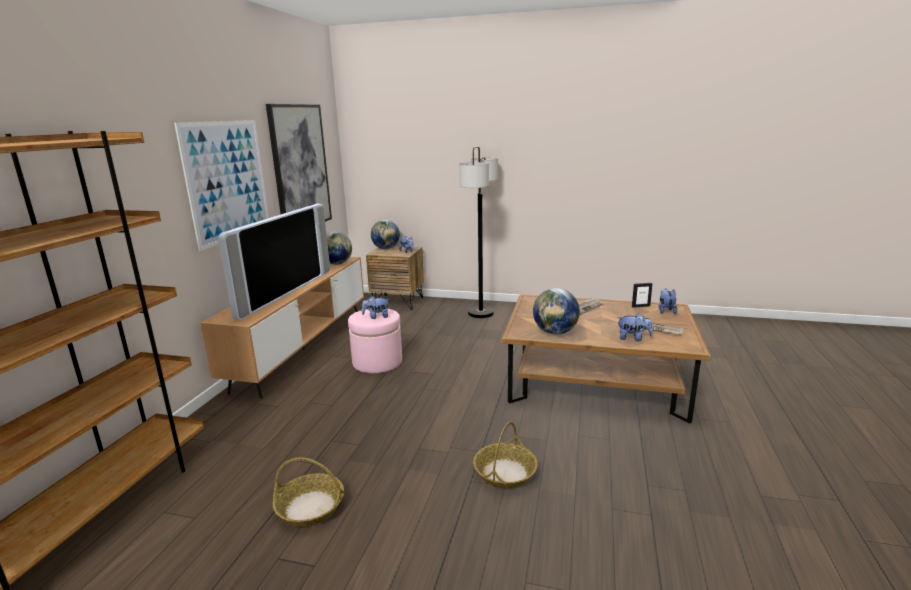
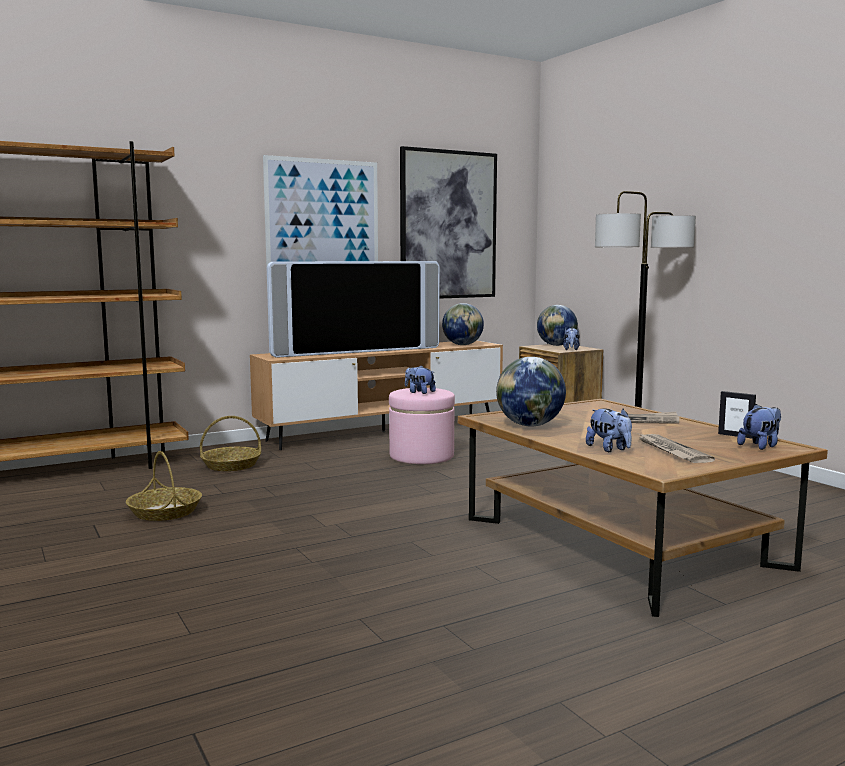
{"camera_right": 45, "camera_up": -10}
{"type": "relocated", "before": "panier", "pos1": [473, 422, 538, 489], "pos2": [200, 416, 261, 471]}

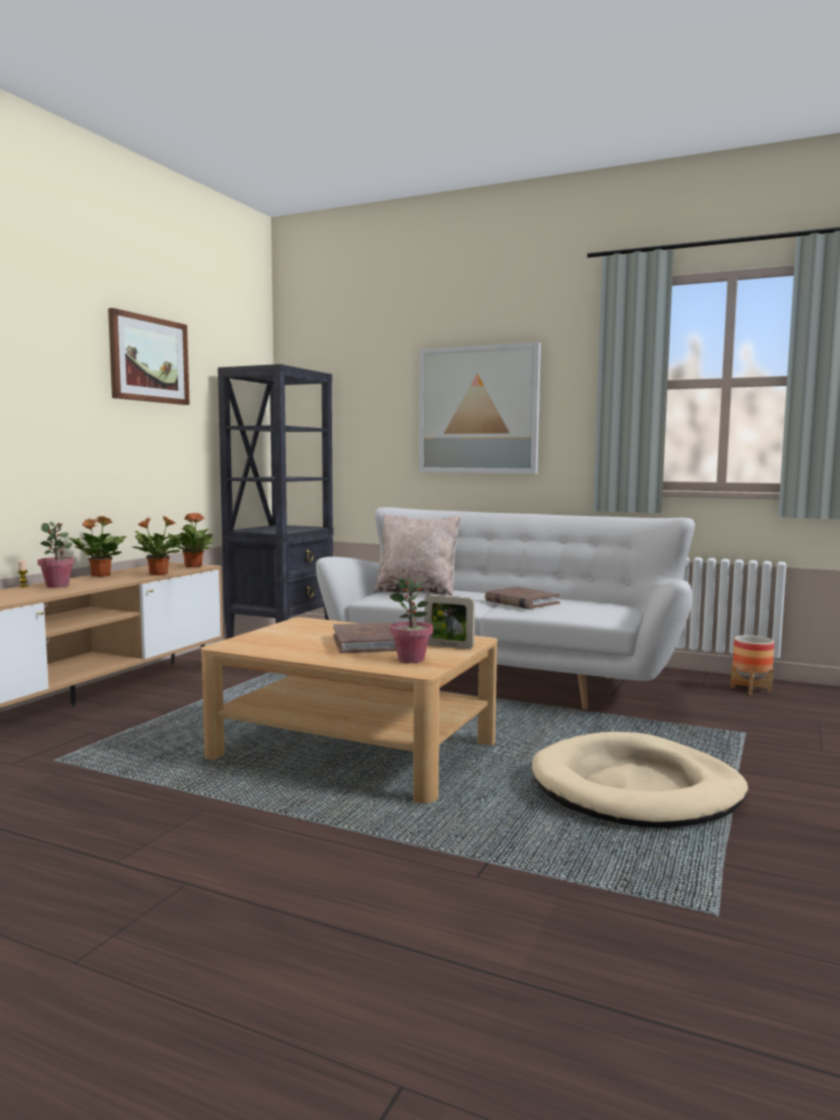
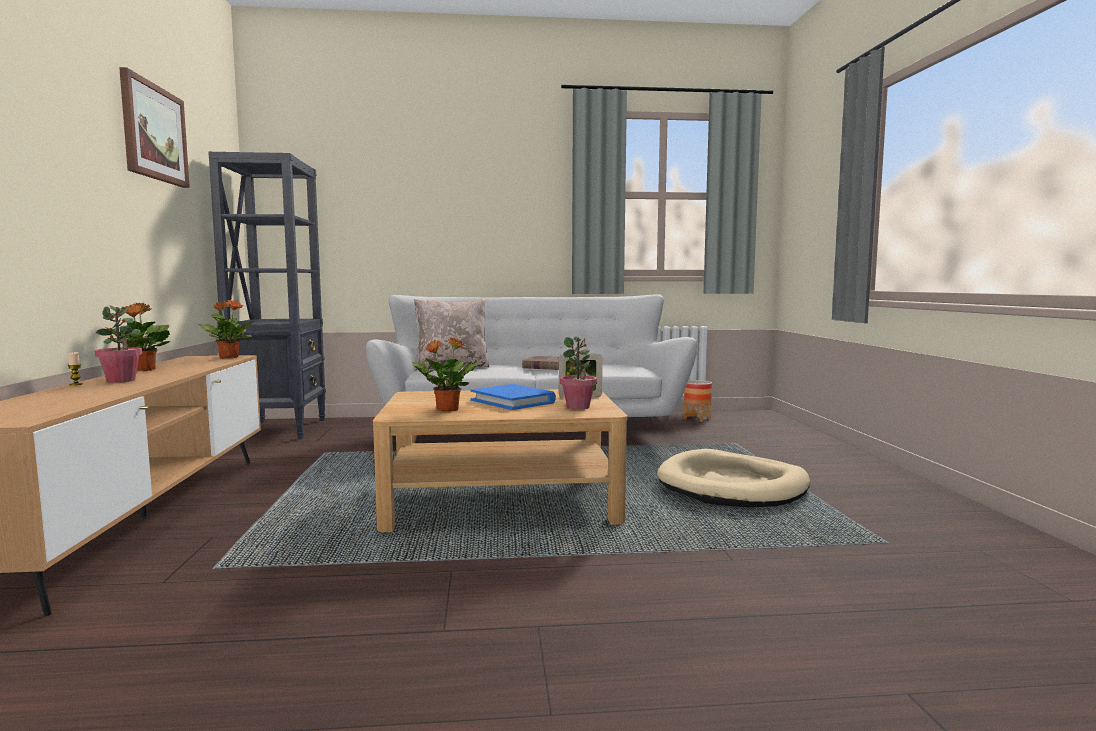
{"camera_right": -30, "camera_up": 0}
{"type": "missing", "before": "tableau", "pos1": [419, 342, 541, 474]}
{"type": "relocated", "before": "plante en pot", "pos1": [133, 516, 182, 575], "pos2": [412, 337, 480, 412]}
{"type": "colour", "before": "livre/marron", "after": "livre/bleu", "pos1": [333, 622, 397, 653], "pos2": [471, 384, 556, 410]}

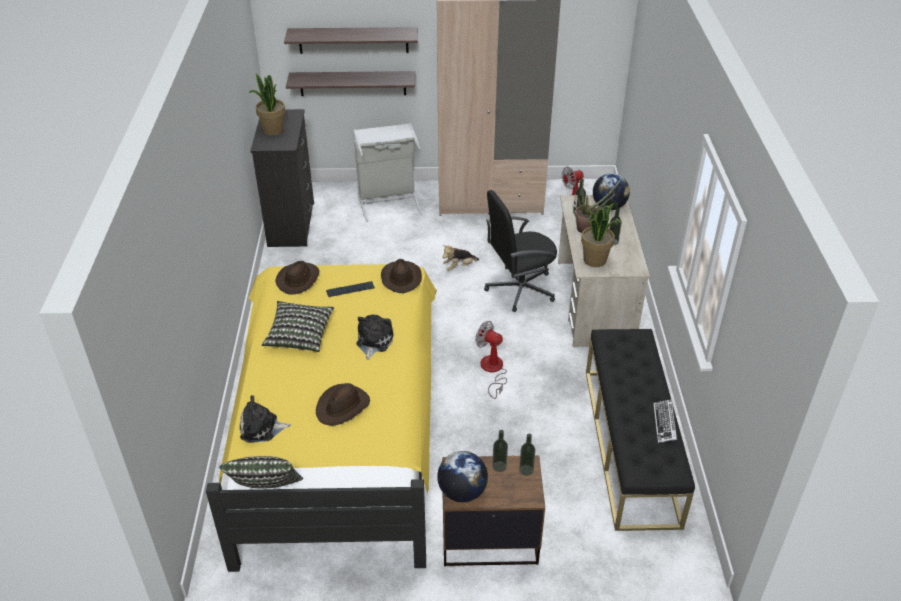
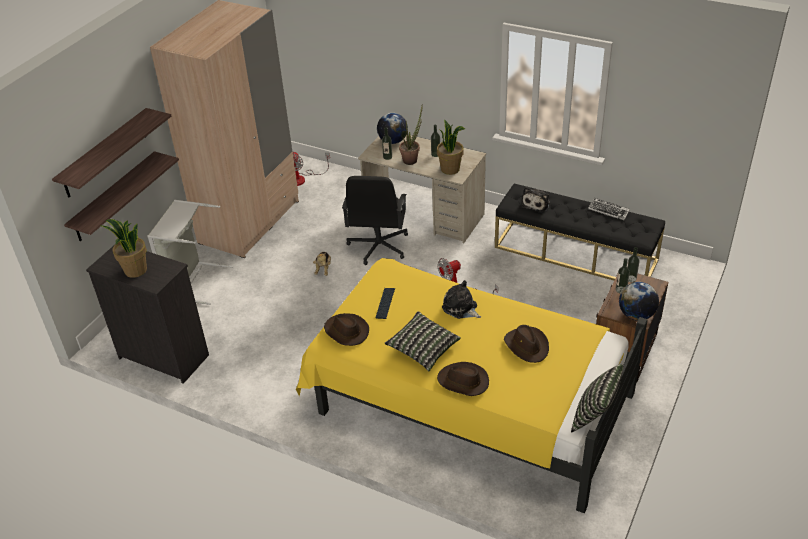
{"camera_right": -60, "camera_up": 0}
{"type": "relocated", "before": "chapeau/marron", "pos1": [381, 259, 422, 293], "pos2": [437, 362, 489, 396]}
{"type": "relocated", "before": "peluche", "pos1": [240, 395, 291, 443], "pos2": [521, 187, 550, 212]}

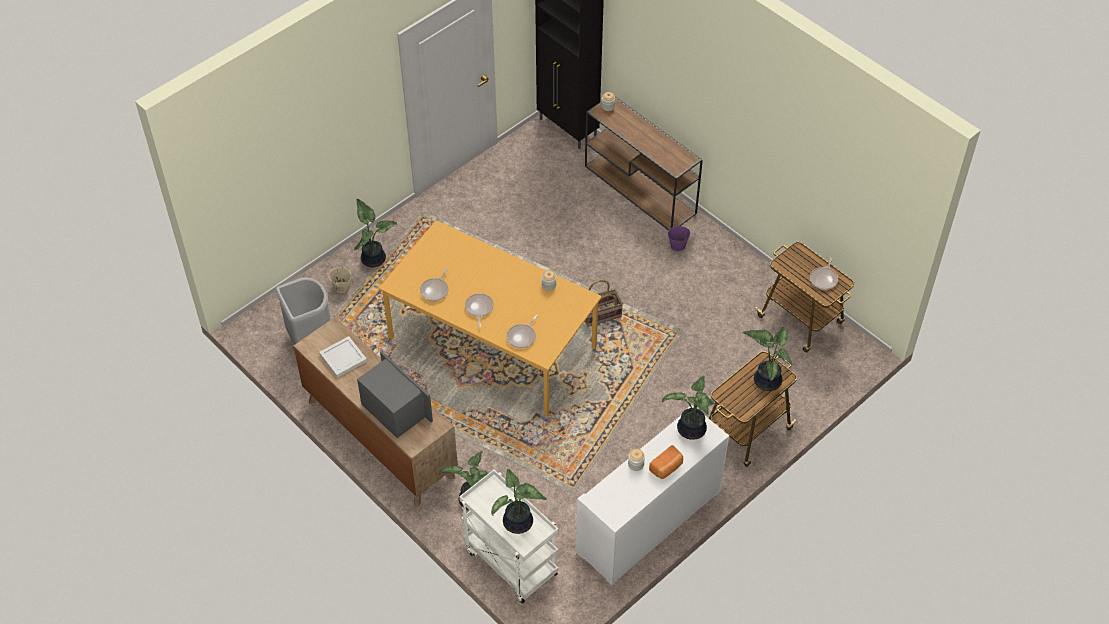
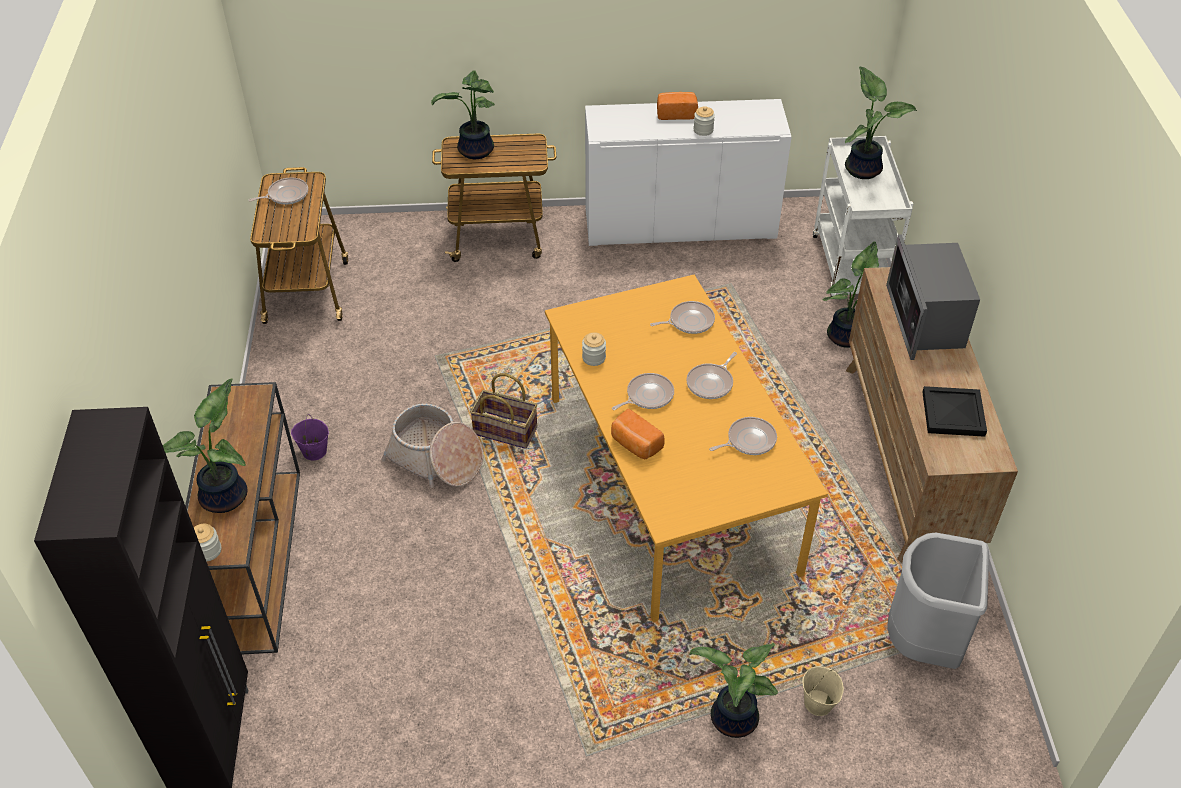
{"camera_right": -140, "camera_up": -5}
{"type": "colour", "before": "plateau/blanc", "after": "plateau/noir", "pos1": [319, 336, 367, 378], "pos2": [922, 386, 987, 437]}
{"type": "relocated", "before": "plante en pot", "pos1": [662, 375, 714, 440], "pos2": [163, 378, 248, 513]}
{"type": "appeared", "after": "poêle", "pos2": [612, 373, 674, 410]}
{"type": "appeared", "after": "panier", "pos2": [381, 403, 483, 488]}
{"type": "appeared", "after": "pain", "pos2": [611, 409, 664, 459]}

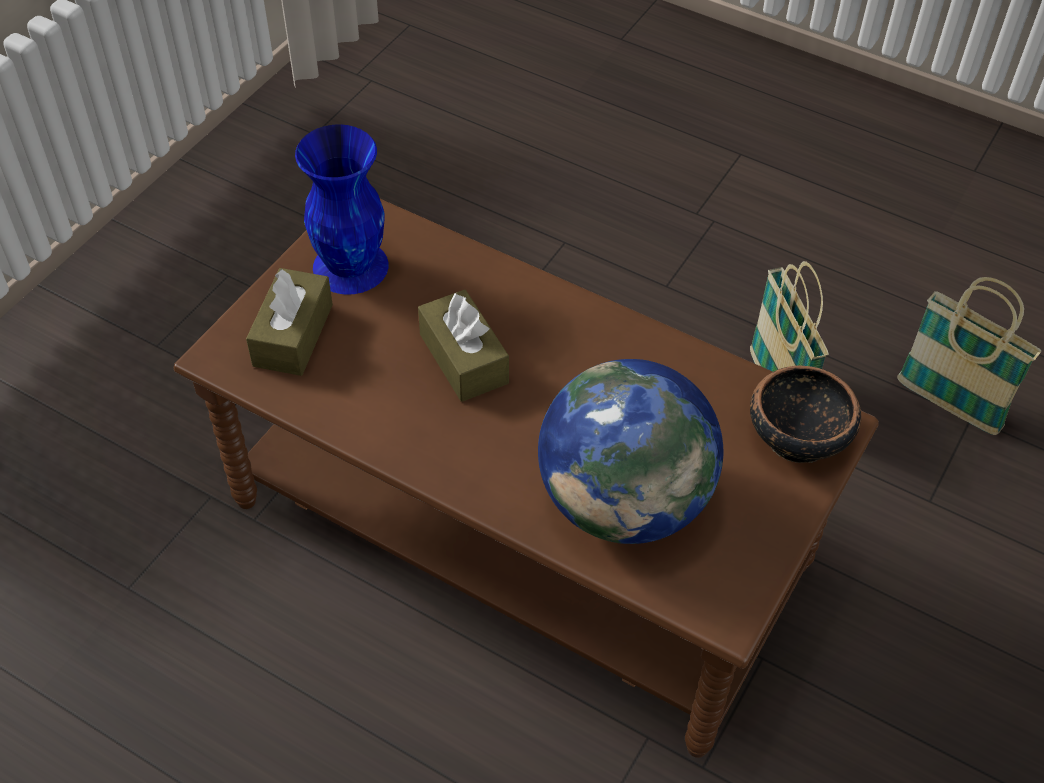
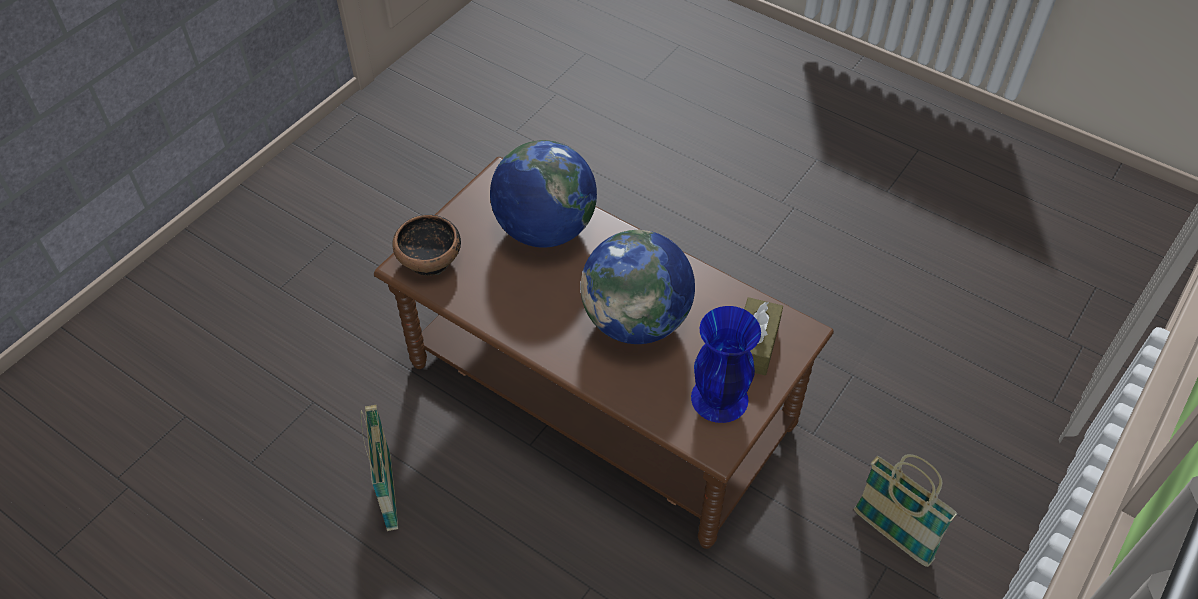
{"camera_right": -175, "camera_up": 0}
{"type": "relocated", "before": "panier", "pos1": [897, 277, 1041, 435], "pos2": [854, 454, 957, 567]}
{"type": "exchanged", "before": "boîte à mouchoirs/marron", "after": "globe", "pos1": [418, 290, 509, 402], "pos2": [580, 230, 695, 344]}

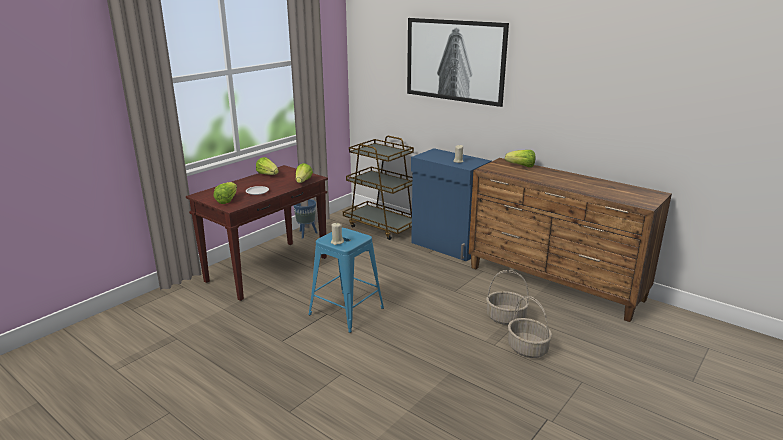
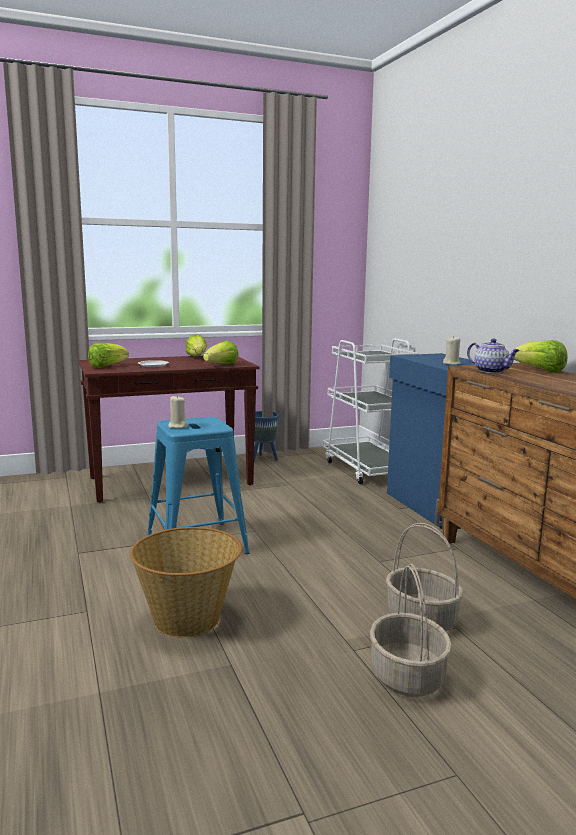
{"camera_right": 30, "camera_up": -10}
{"type": "missing", "before": "tableau", "pos1": [407, 18, 509, 107]}
{"type": "colour", "before": "chariot/marron", "after": "chariot/blanc", "pos1": [343, 136, 414, 240], "pos2": [322, 338, 419, 484]}
{"type": "appeared", "after": "théière", "pos2": [467, 338, 520, 373]}
{"type": "appeared", "after": "panier", "pos2": [130, 527, 242, 638]}

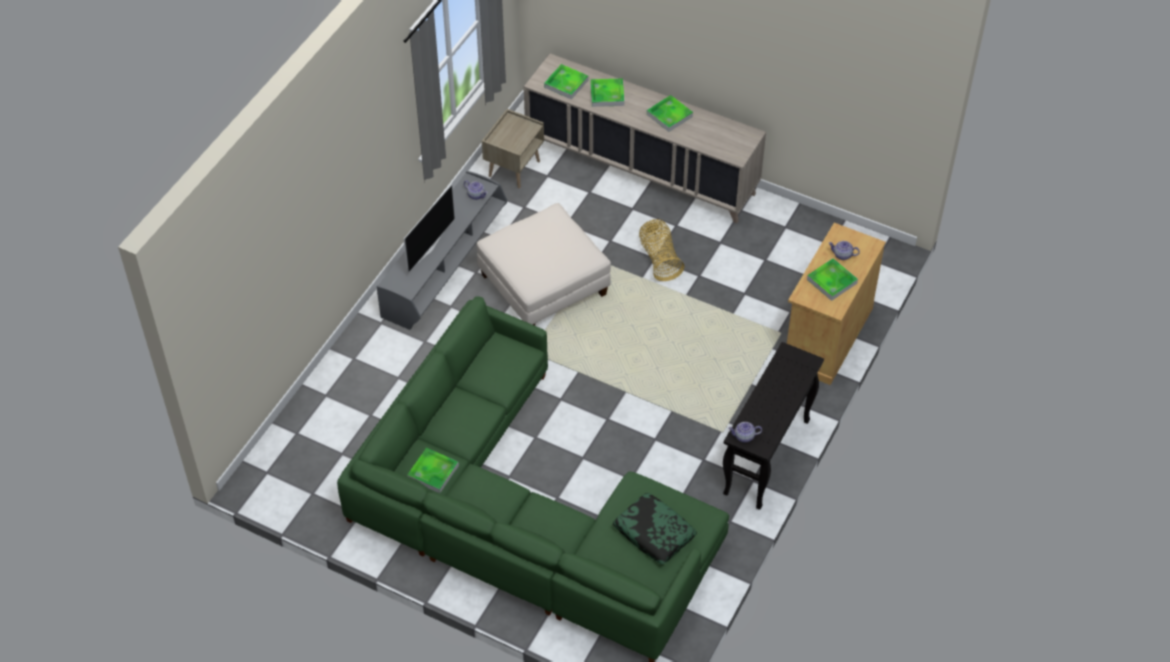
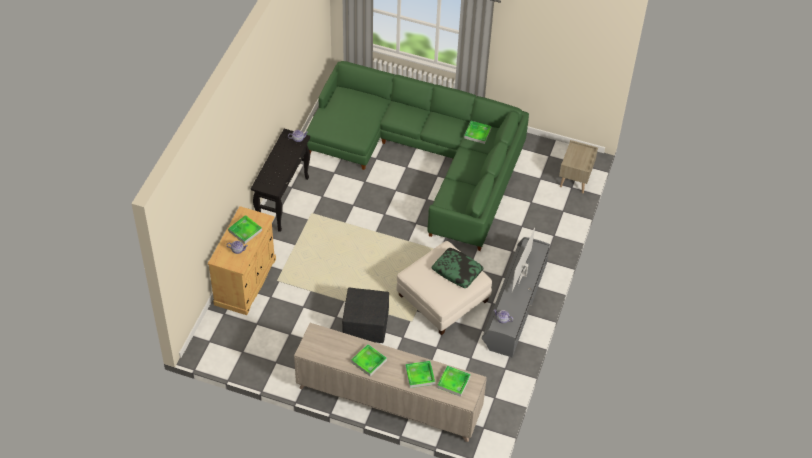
{"camera_right": 170, "camera_up": 0}
{"type": "relocated", "before": "table de chevet/beige", "pos1": [482, 109, 544, 188], "pos2": [559, 140, 598, 193]}
{"type": "exchanged", "before": "panier", "after": "pouf/noir", "pos1": [639, 219, 684, 281], "pos2": [342, 287, 389, 343]}
{"type": "relocated", "before": "coussin", "pos1": [613, 493, 697, 564], "pos2": [432, 248, 484, 288]}

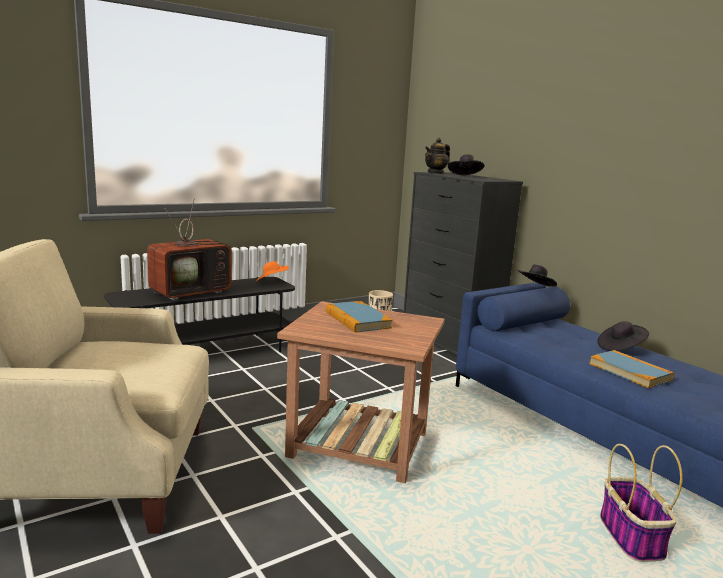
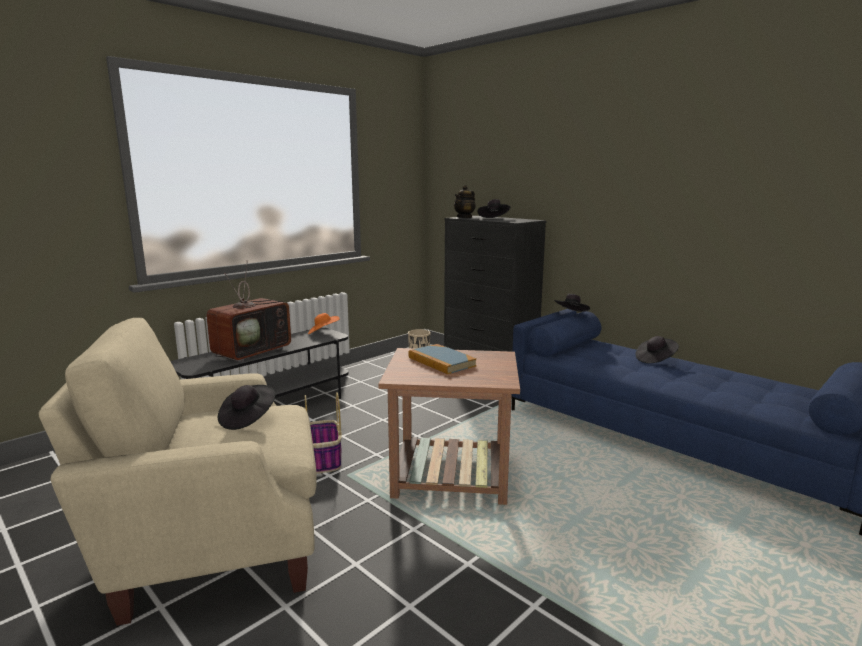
{"camera_right": -10, "camera_up": 0}
{"type": "missing", "before": "livre", "pos1": [589, 350, 674, 388]}
{"type": "relocated", "before": "panier", "pos1": [600, 444, 683, 562], "pos2": [305, 392, 342, 474]}
{"type": "appeared", "after": "chapeau/noir", "pos2": [218, 385, 275, 430]}

